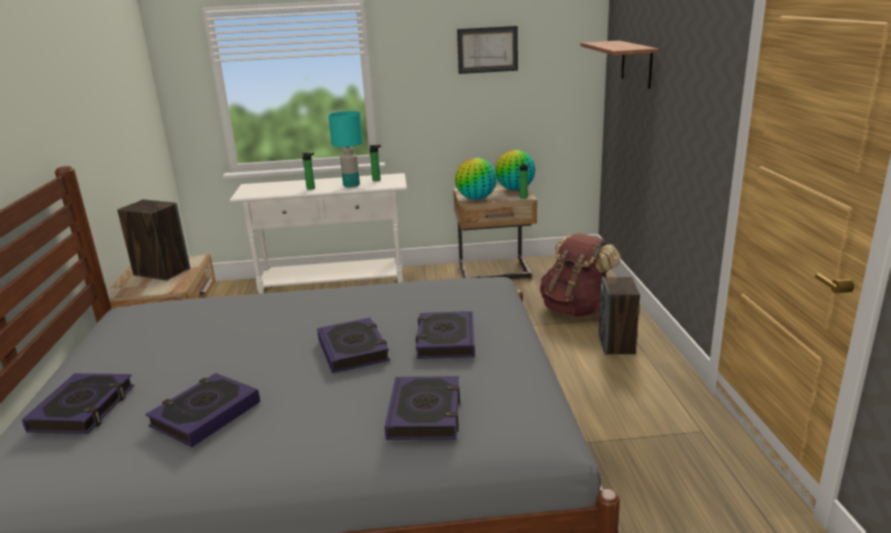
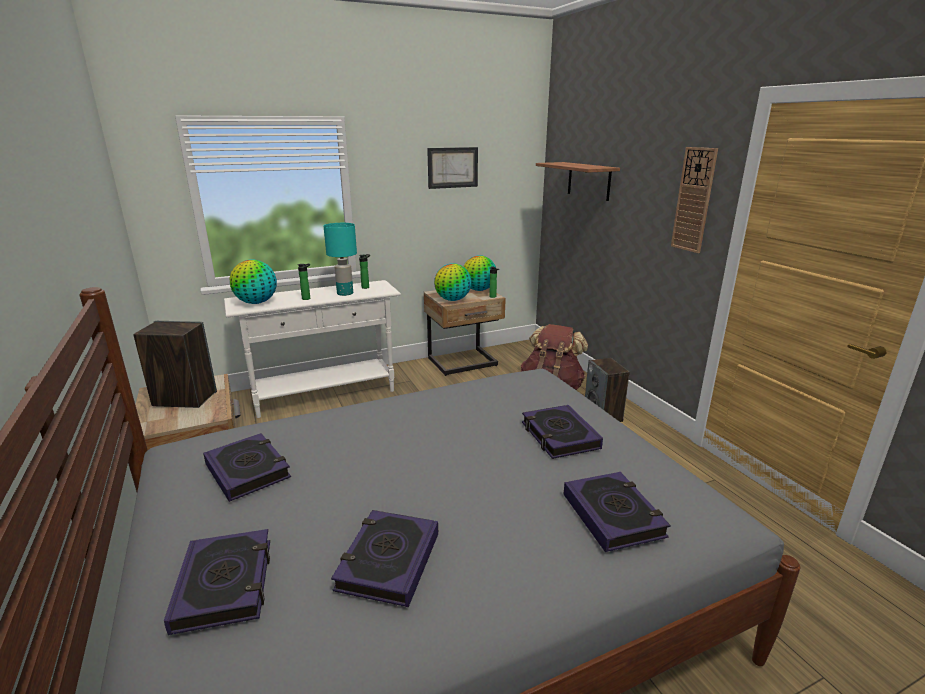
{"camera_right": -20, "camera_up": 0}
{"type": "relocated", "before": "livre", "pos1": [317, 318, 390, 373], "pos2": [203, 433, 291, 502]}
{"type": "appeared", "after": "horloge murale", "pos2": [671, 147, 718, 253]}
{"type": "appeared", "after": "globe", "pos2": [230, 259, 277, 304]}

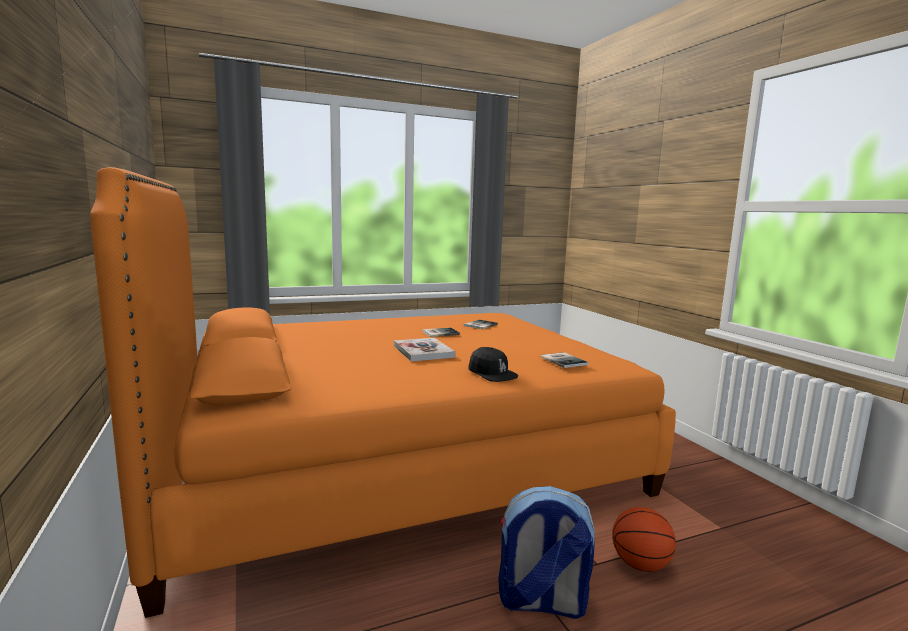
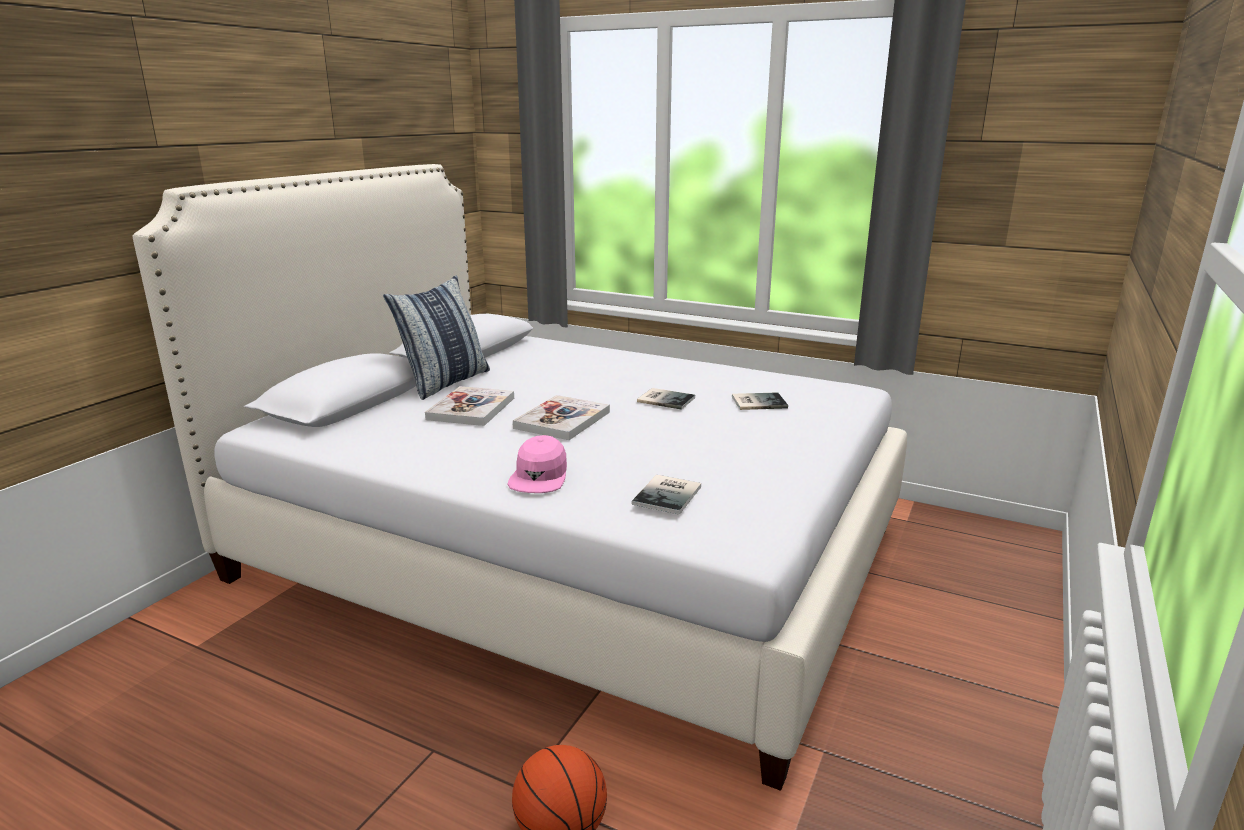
{"camera_right": 50, "camera_up": 10}
{"type": "colour", "before": "lit/orange", "after": "lit/blanc", "pos1": [90, 167, 676, 618], "pos2": [133, 164, 907, 791]}
{"type": "colour", "before": "casquette/noir", "after": "casquette/rose", "pos1": [468, 347, 518, 382], "pos2": [508, 435, 567, 493]}
{"type": "missing", "before": "sac à dos", "pos1": [498, 486, 595, 619]}
{"type": "appeared", "after": "coussin", "pos2": [383, 276, 490, 400]}
{"type": "appeared", "after": "livre", "pos2": [425, 386, 514, 426]}

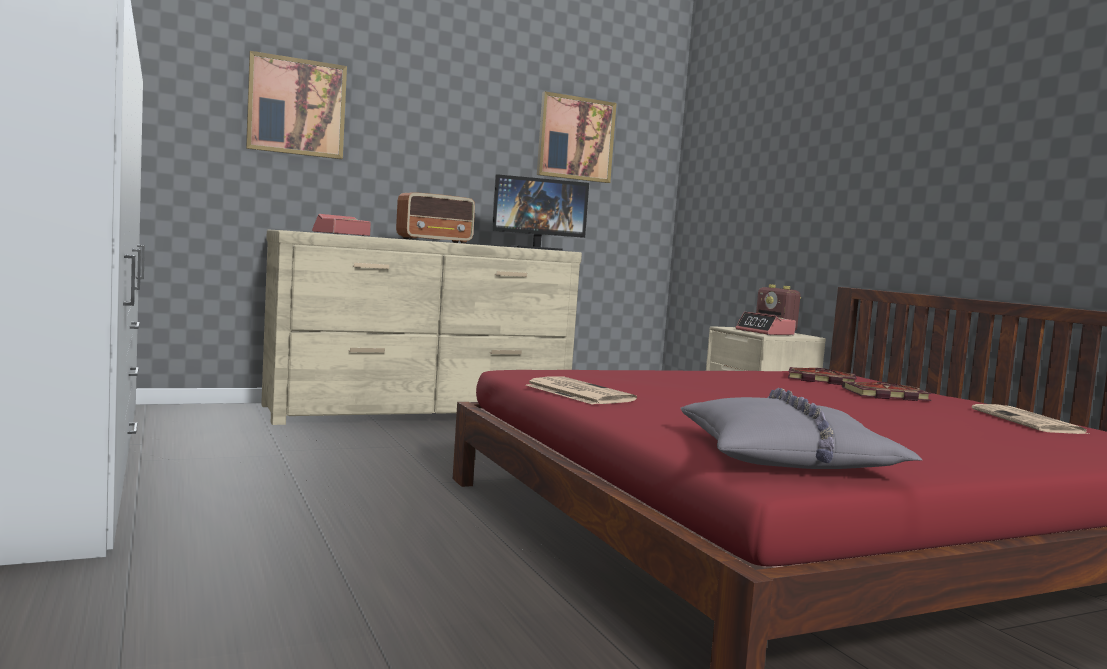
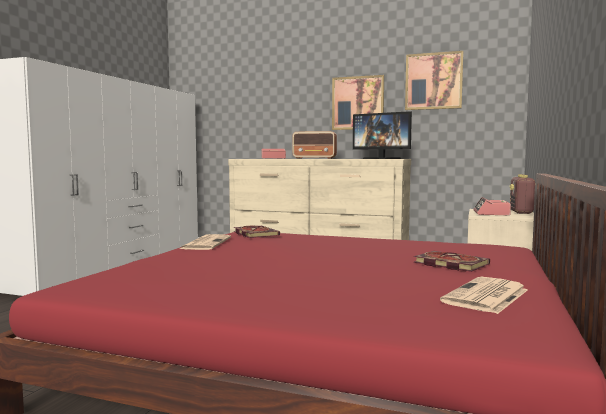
{"camera_right": 45, "camera_up": 0}
{"type": "relocated", "before": "tableau", "pos1": [246, 51, 347, 159], "pos2": [332, 75, 384, 130]}
{"type": "relocated", "before": "livre", "pos1": [788, 367, 857, 385], "pos2": [234, 226, 280, 238]}
{"type": "missing", "before": "coussin/gris", "pos1": [680, 388, 922, 469]}

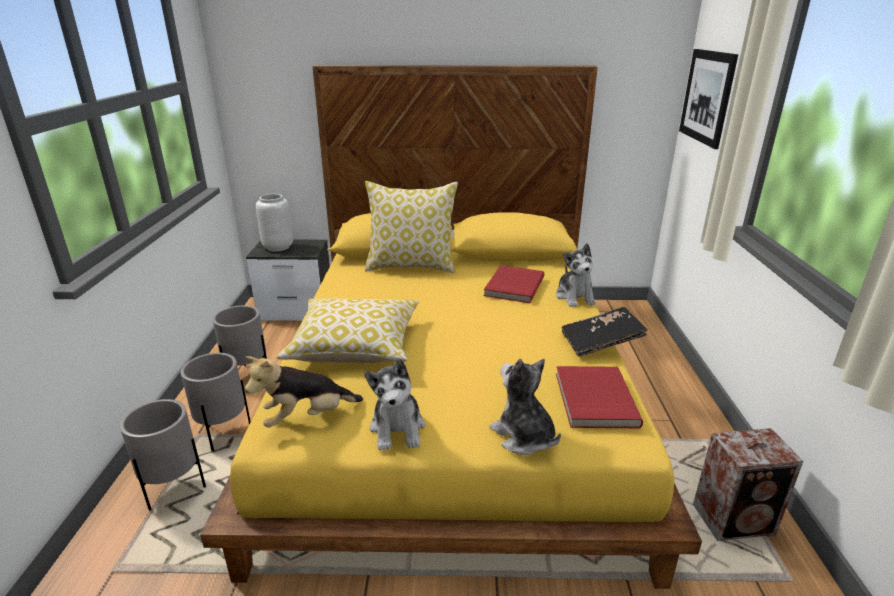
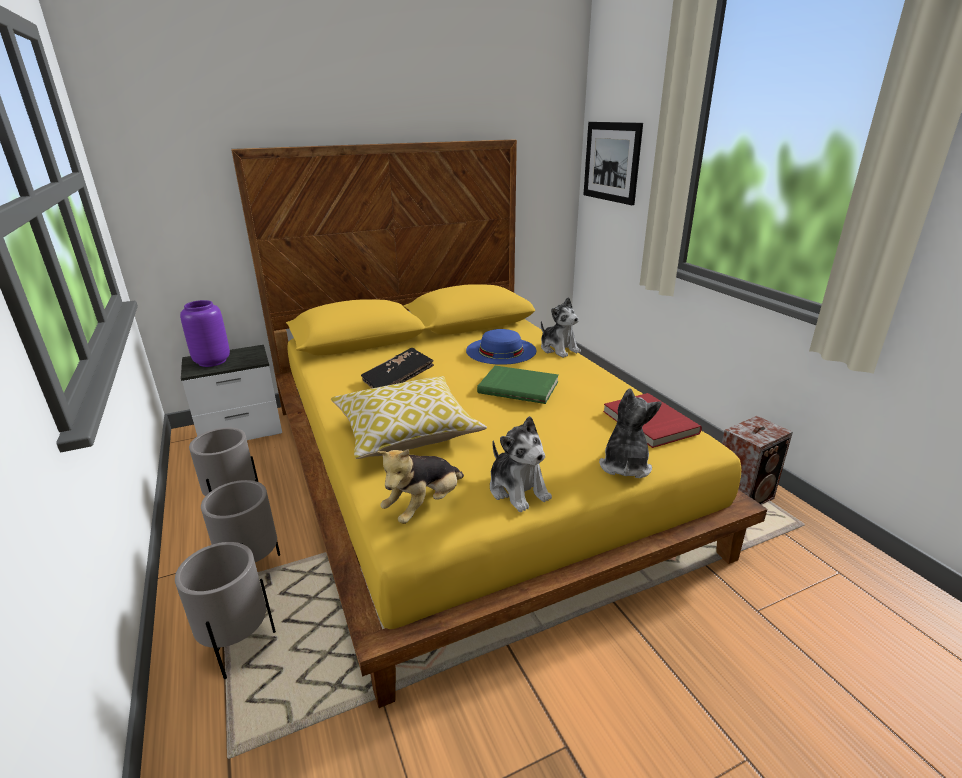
{"camera_right": -25, "camera_up": 0}
{"type": "missing", "before": "coussin", "pos1": [365, 181, 458, 273]}
{"type": "colour", "before": "vase/gris", "after": "vase/violet", "pos1": [256, 194, 293, 252], "pos2": [180, 300, 230, 367]}
{"type": "exchanged", "before": "livre/rouge", "after": "chapeau/bleu", "pos1": [484, 265, 544, 303], "pos2": [466, 329, 536, 365]}
{"type": "relocated", "before": "livre/noir", "pos1": [562, 307, 648, 357], "pos2": [361, 348, 434, 388]}
{"type": "spun", "before": "peluche", "pos1": [490, 359, 561, 455], "pos2": [599, 388, 662, 478], "turn": 75}
{"type": "appeared", "after": "livre/vert", "pos2": [477, 366, 559, 404]}

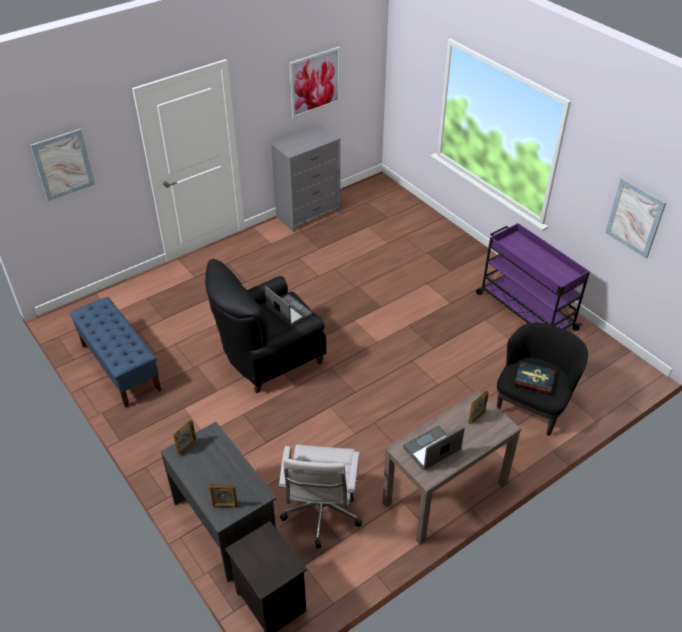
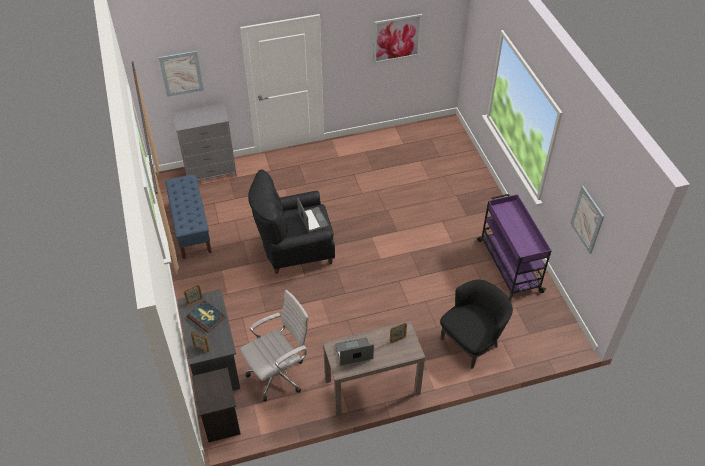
{"camera_right": 20, "camera_up": 5}
{"type": "relocated", "before": "commode/gris", "pos1": [270, 125, 341, 232], "pos2": [172, 103, 237, 181]}
{"type": "relocated", "before": "livre", "pos1": [514, 362, 556, 395], "pos2": [187, 300, 225, 333]}
{"type": "spun", "before": "chaise de bureau/blanc", "pos1": [279, 445, 362, 548], "pos2": [240, 290, 309, 402], "turn": -150}

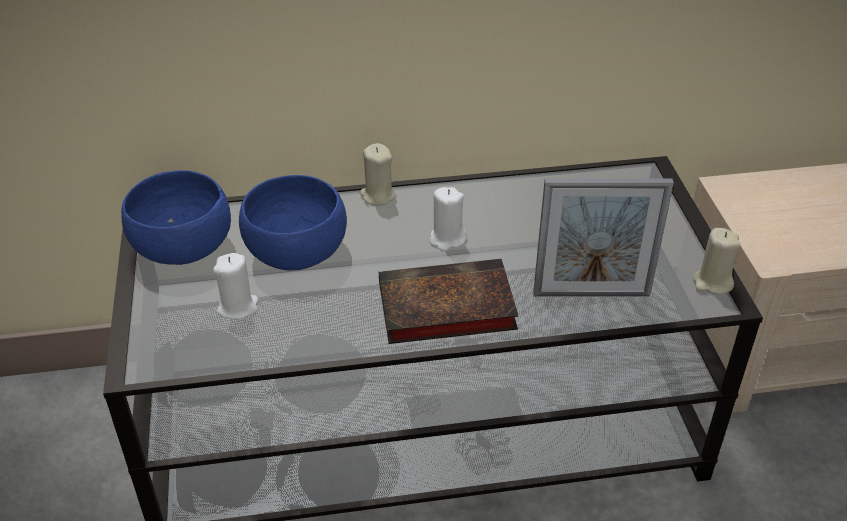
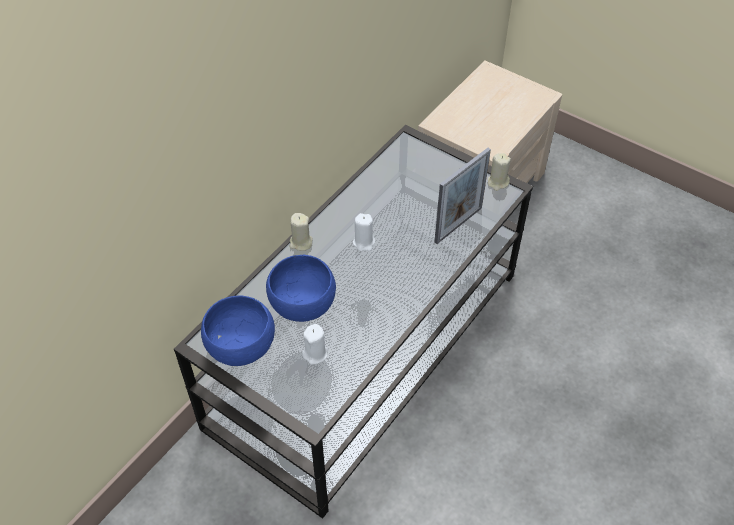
{"camera_right": -45, "camera_up": 10}
{"type": "missing", "before": "livre", "pos1": [379, 259, 519, 344]}

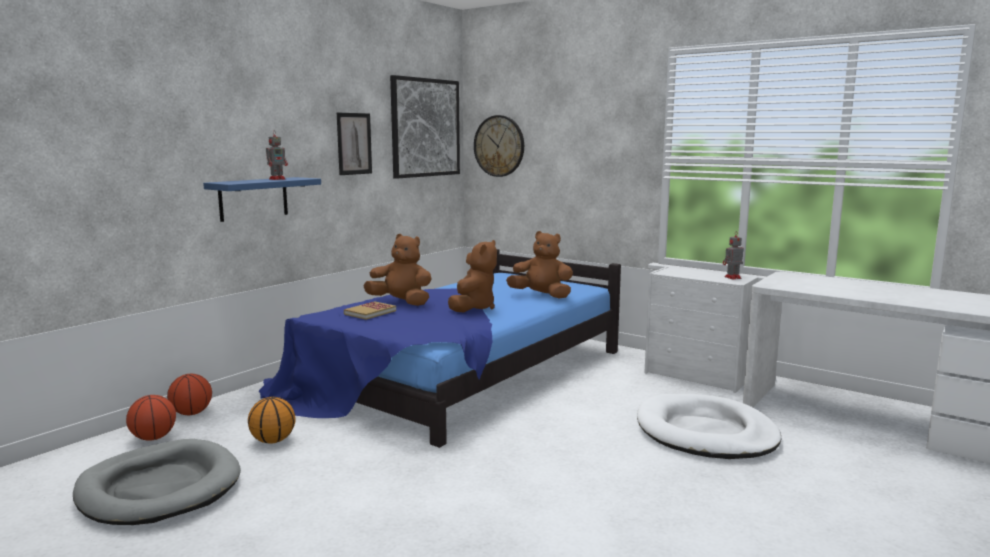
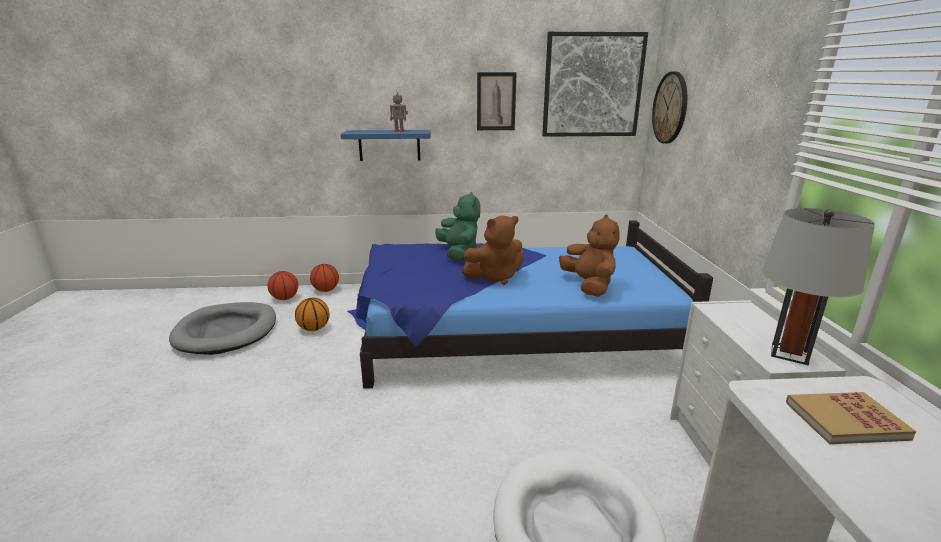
{"camera_right": 50, "camera_up": 10}
{"type": "exchanged", "before": "robot jouet", "after": "lampe de table/gris", "pos1": [723, 231, 744, 279], "pos2": [762, 208, 875, 366]}
{"type": "colour", "before": "peluche/marron", "after": "peluche/vert", "pos1": [363, 234, 431, 306], "pos2": [435, 192, 480, 261]}
{"type": "relocated", "before": "livre", "pos1": [344, 301, 396, 320], "pos2": [786, 392, 916, 444]}

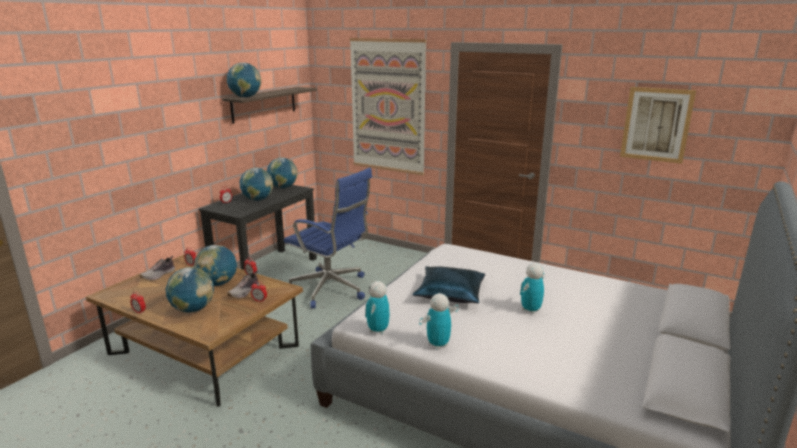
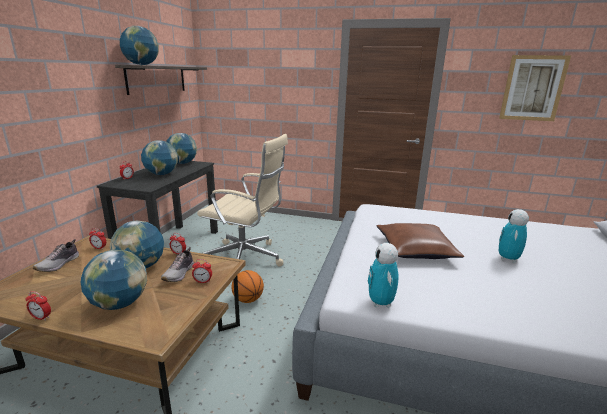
{"camera_right": -15, "camera_up": 0}
{"type": "missing", "before": "tableau", "pos1": [350, 38, 427, 175]}
{"type": "colour", "before": "chaise de bureau/bleu", "after": "chaise de bureau/beige", "pos1": [284, 168, 372, 308], "pos2": [197, 134, 288, 267]}
{"type": "colour", "before": "coussin/bleu", "after": "coussin/marron", "pos1": [413, 266, 485, 303], "pos2": [377, 223, 464, 259]}
{"type": "missing", "before": "robot jouet", "pos1": [419, 293, 458, 349]}
{"type": "appeared", "after": "ballon de basket", "pos2": [231, 270, 264, 303]}

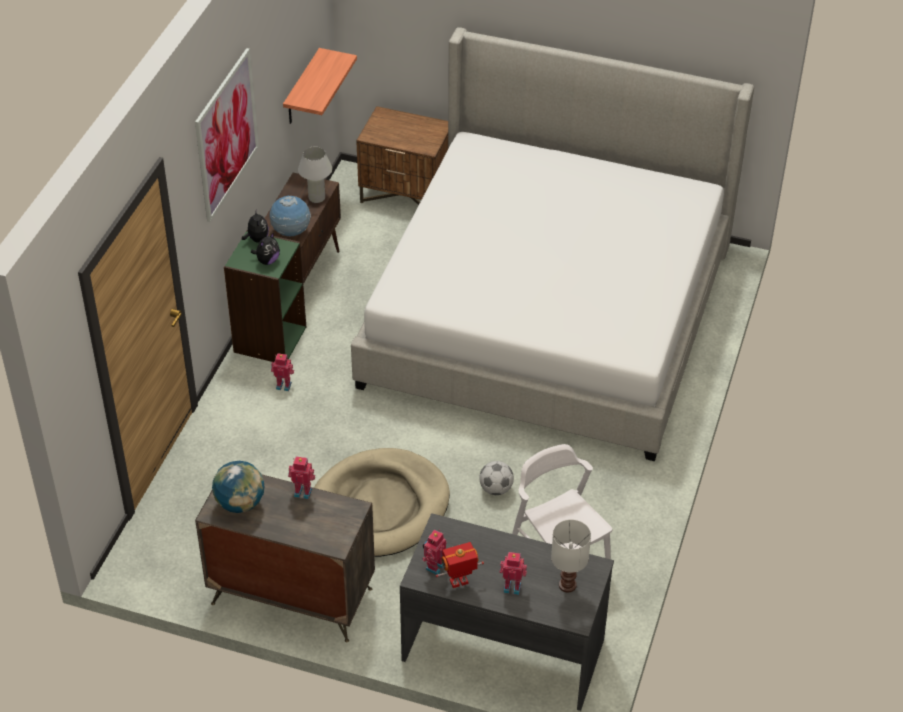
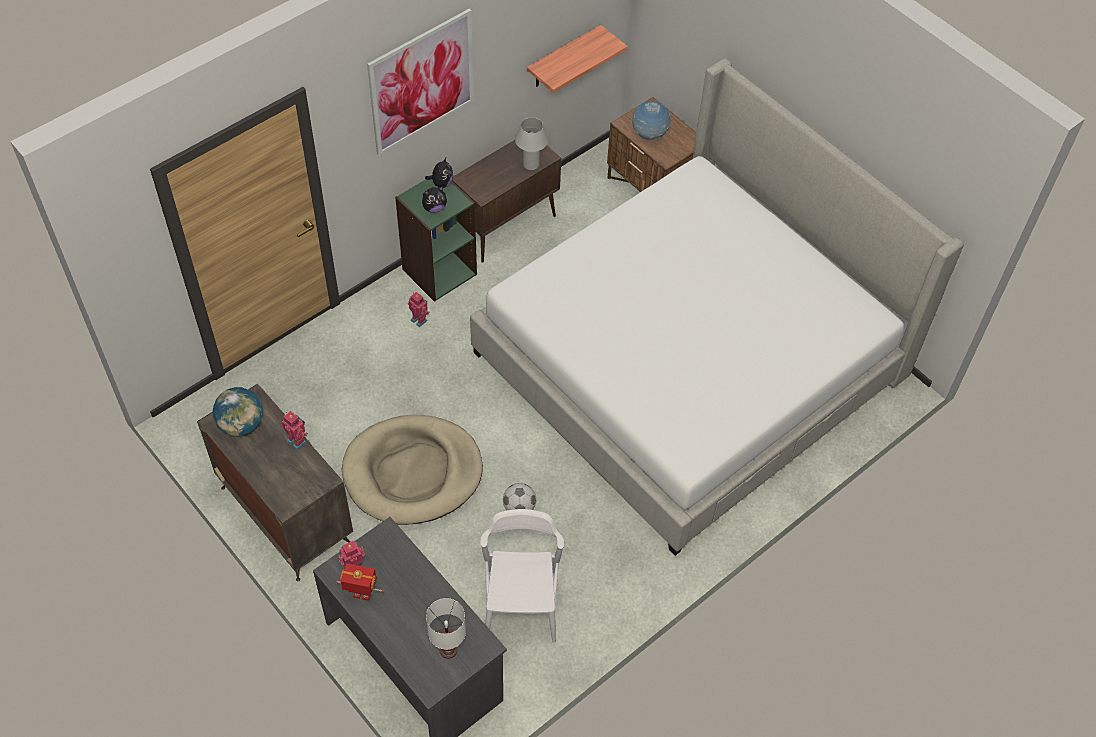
{"camera_right": 30, "camera_up": 10}
{"type": "relocated", "before": "globe", "pos1": [270, 196, 311, 236], "pos2": [632, 101, 670, 140]}
{"type": "missing", "before": "robot jouet", "pos1": [500, 552, 527, 595]}

